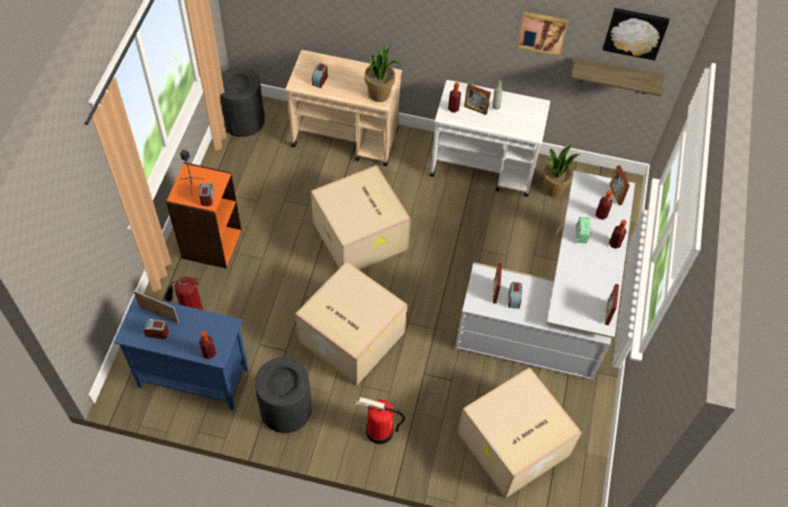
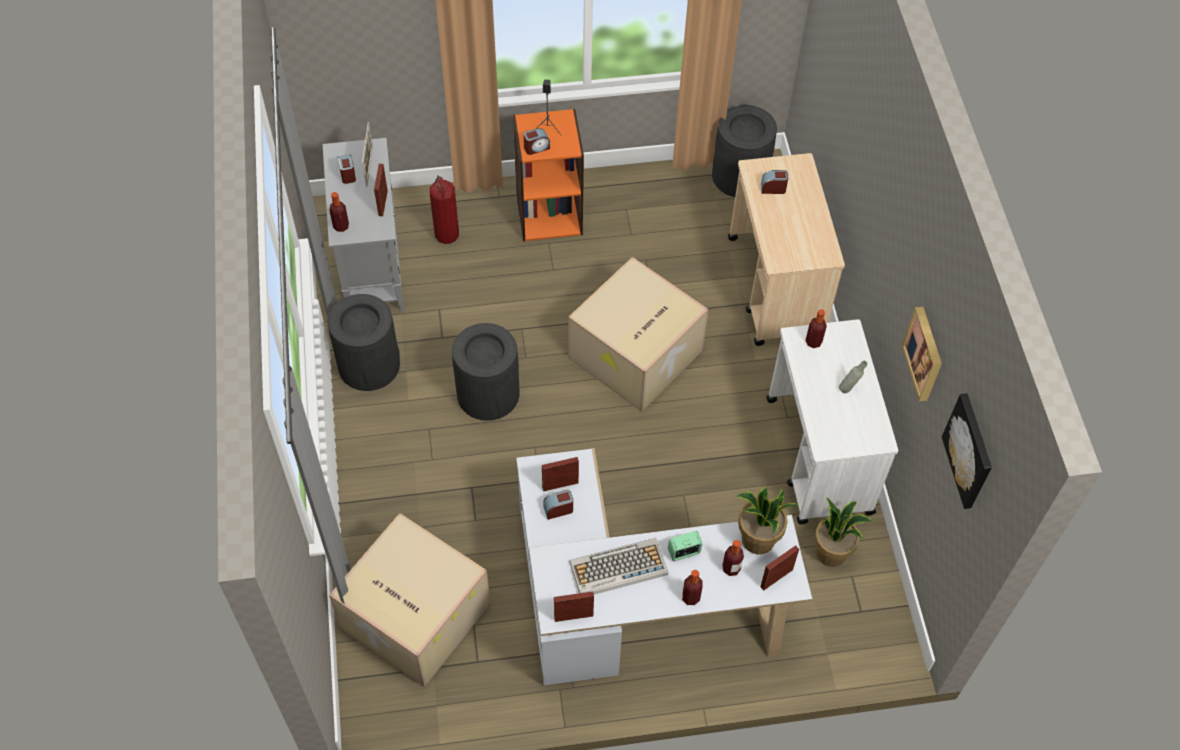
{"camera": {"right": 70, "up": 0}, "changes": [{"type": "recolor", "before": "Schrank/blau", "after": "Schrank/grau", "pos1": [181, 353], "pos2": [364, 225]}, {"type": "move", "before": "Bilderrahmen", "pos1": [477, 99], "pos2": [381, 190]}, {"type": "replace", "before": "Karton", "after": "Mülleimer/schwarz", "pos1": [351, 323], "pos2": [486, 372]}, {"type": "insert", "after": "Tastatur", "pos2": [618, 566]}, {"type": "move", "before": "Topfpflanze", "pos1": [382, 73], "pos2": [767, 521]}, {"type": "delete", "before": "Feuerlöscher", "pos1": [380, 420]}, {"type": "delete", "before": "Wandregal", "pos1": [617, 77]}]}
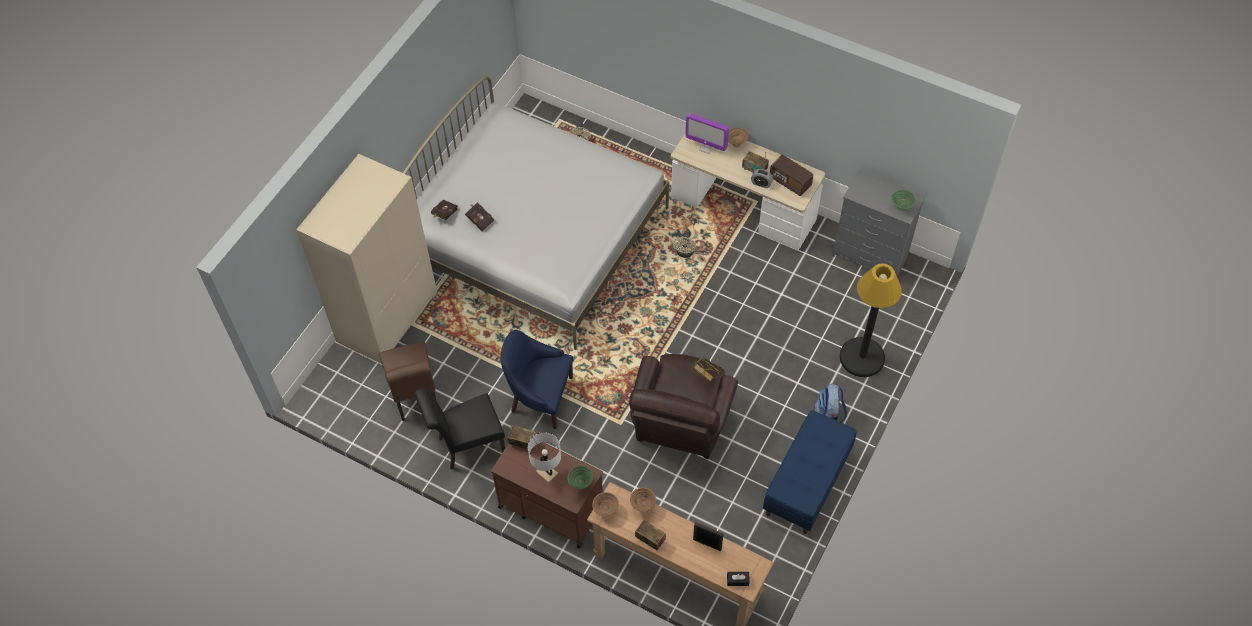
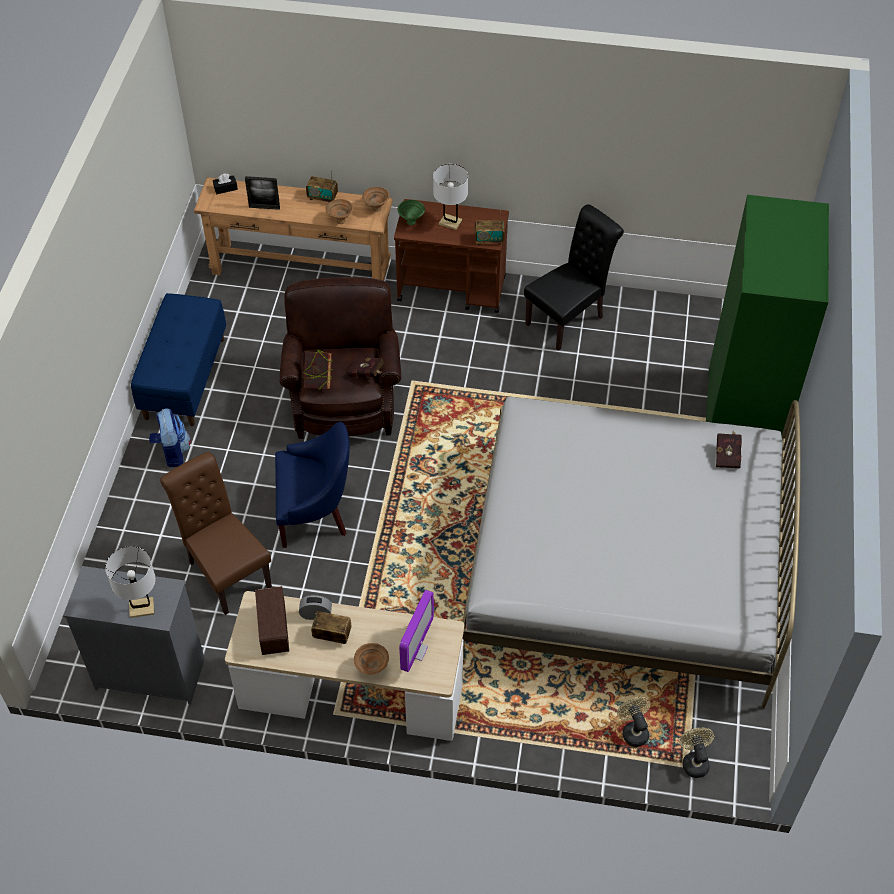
{"camera": {"right": 160, "up": -5}, "changes": [{"type": "insert", "after": "Tischlampe/weiß", "pos2": [130, 582]}, {"type": "move", "before": "Stuhl/braun", "pos1": [407, 381], "pos2": [216, 533]}, {"type": "rotate", "before": "Radio", "pos1": [791, 175], "pos2": [272, 620], "turn": -120}, {"type": "move", "before": "Sessel/blau", "pos1": [537, 379], "pos2": [312, 485]}, {"type": "move", "before": "Buch/rot", "pos1": [479, 217], "pos2": [365, 367]}, {"type": "rotate", "before": "Monitor", "pos1": [707, 133], "pos2": [416, 631], "turn": 105}, {"type": "move", "before": "Ventilator/beige", "pos1": [684, 244], "pos2": [696, 753]}, {"type": "recolor", "before": "Kleiderschrank/beige", "after": "Kleiderschrank/grün", "pos1": [366, 259], "pos2": [767, 315]}, {"type": "delete", "before": "Stehlampe/schwarz", "pos1": [871, 320]}, {"type": "delete", "before": "Schüssel/grün", "pos1": [903, 200]}]}
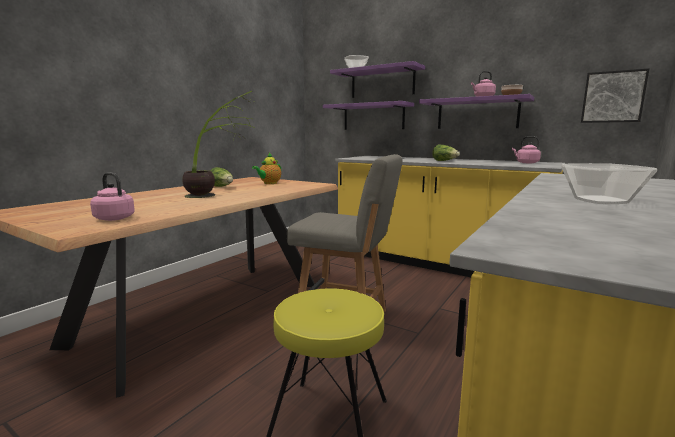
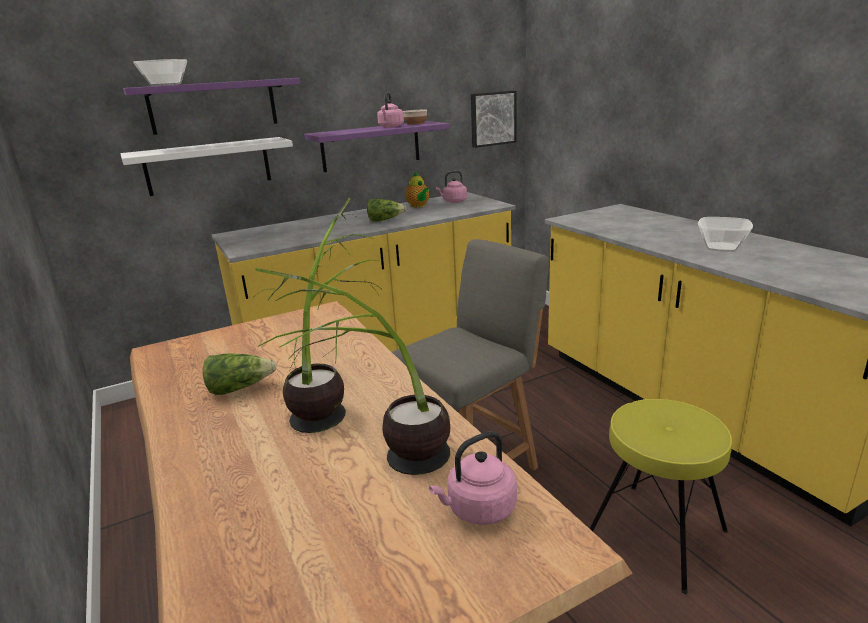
{"camera": {"right": -60, "up": 10}, "changes": [{"type": "recolor", "before": "Wandregal/lila", "after": "Wandregal/weiß", "pos1": [368, 115], "pos2": [206, 166]}, {"type": "insert", "after": "Topfpflanze", "pos2": [352, 371]}, {"type": "move", "before": "Teekanne", "pos1": [266, 168], "pos2": [417, 189]}]}
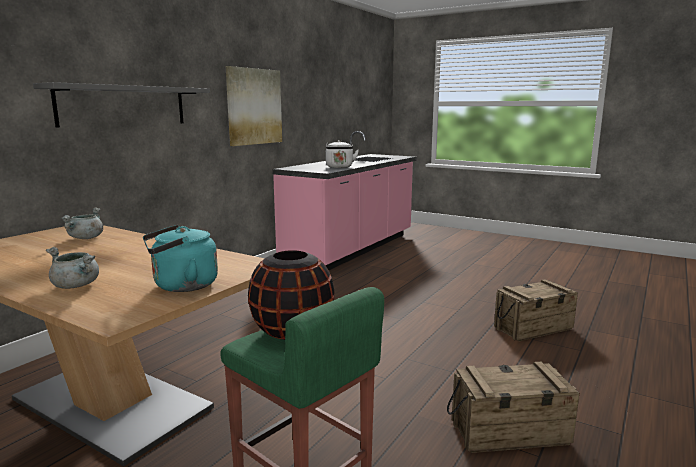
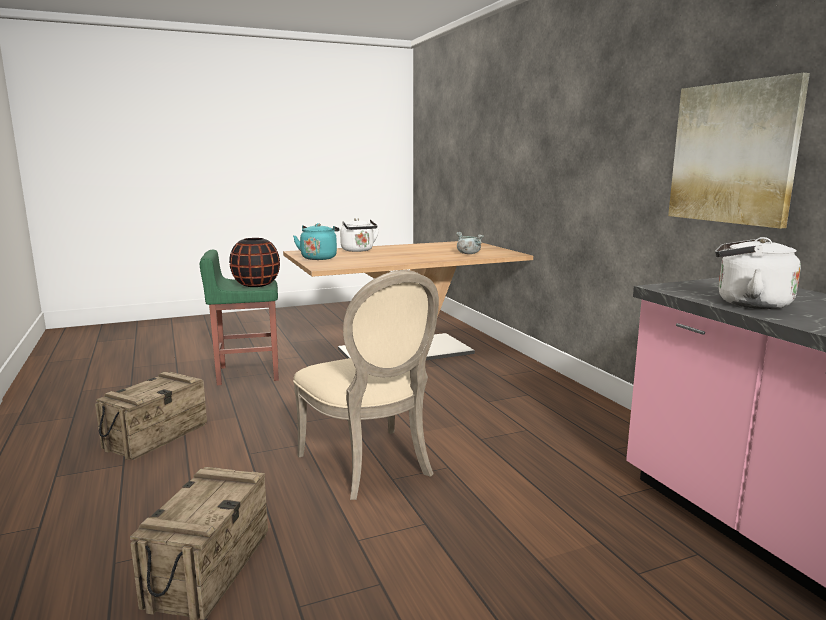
{"camera": {"right": 125, "up": 0}, "changes": [{"type": "insert", "after": "Stuhl/beige", "pos2": [366, 385]}, {"type": "replace", "before": "Kochtopf/grau", "after": "Wasserkessel/weiß", "pos1": [72, 268], "pos2": [359, 235]}, {"type": "delete", "before": "Wandregal/grau", "pos1": [121, 105]}]}
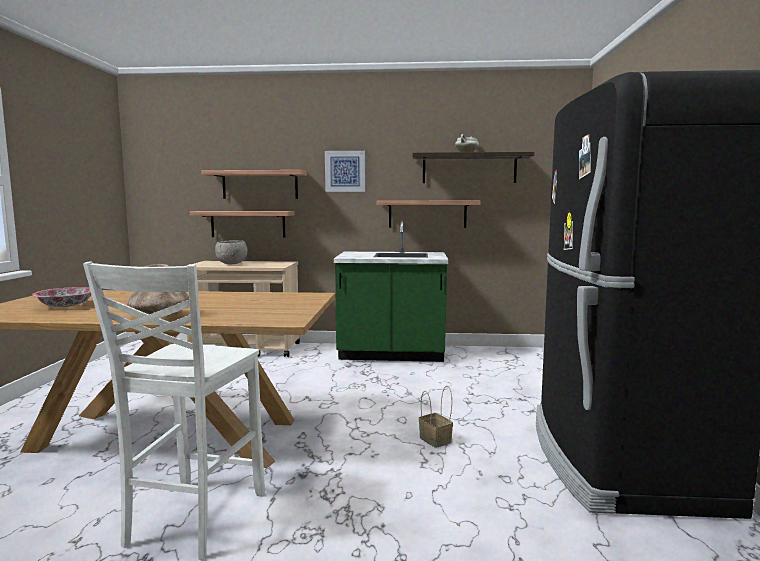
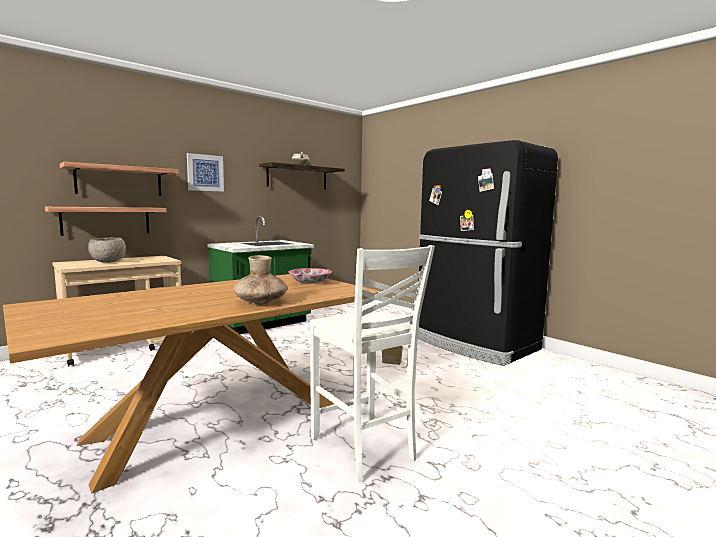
{"camera": {"right": -45, "up": 0}, "changes": [{"type": "move", "before": "Schüssel", "pos1": [61, 297], "pos2": [310, 276]}, {"type": "delete", "before": "Wandregal", "pos1": [429, 214]}]}
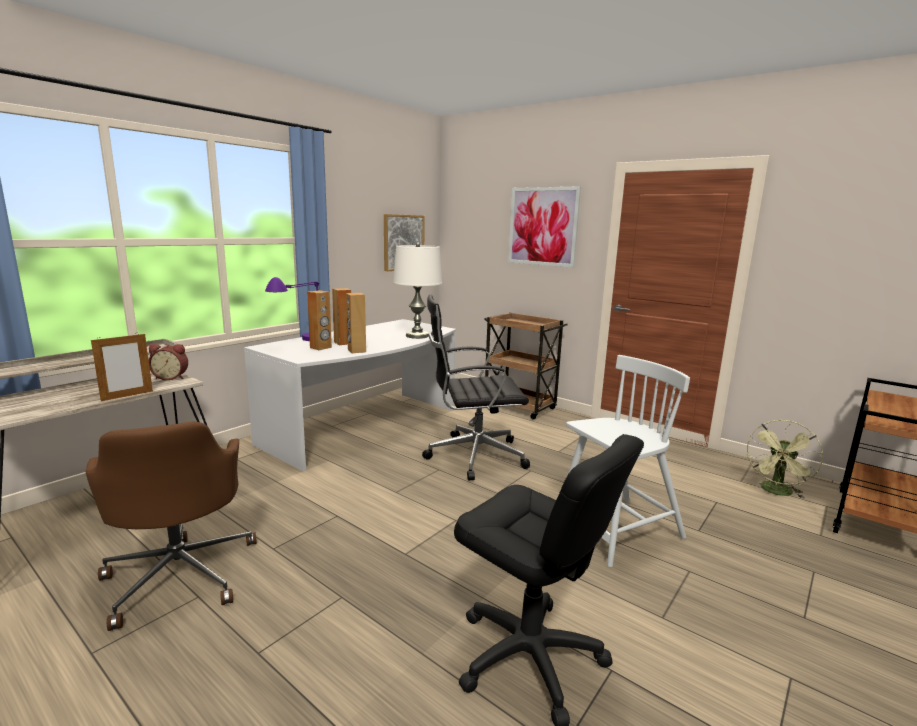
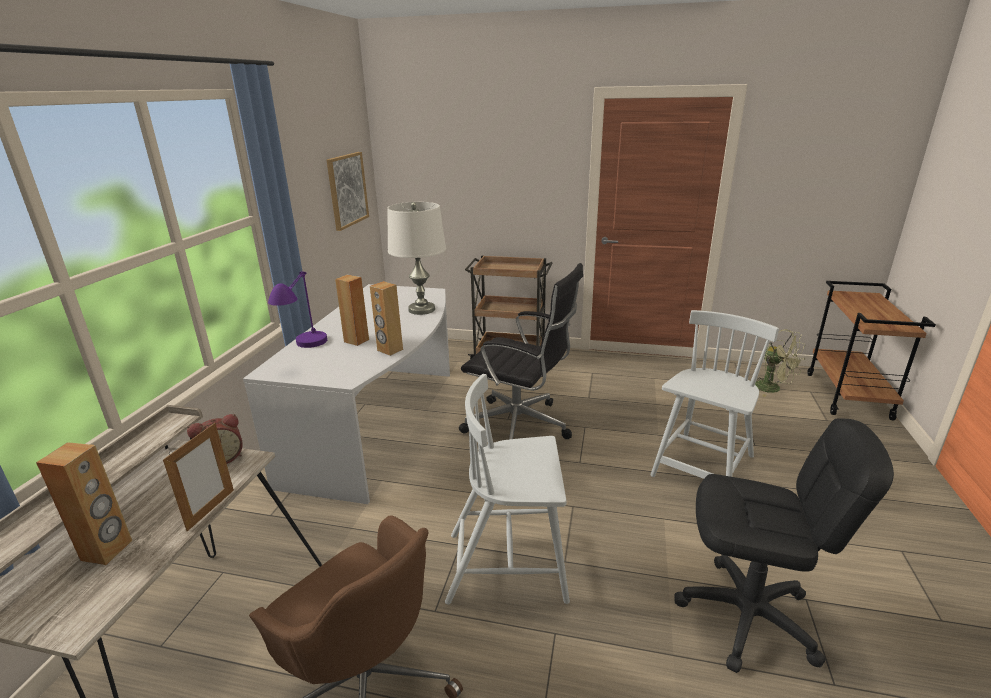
{"camera": {"right": -25, "up": 10}, "changes": [{"type": "move", "before": "Lautsprecher/braun", "pos1": [319, 320], "pos2": [84, 503]}, {"type": "insert", "after": "Stuhl/weiß", "pos2": [507, 489]}, {"type": "rotate", "before": "Bürostuhl/schwarz", "pos1": [476, 387], "pos2": [521, 351], "turn": -120}, {"type": "rotate", "before": "Ventilator/grün", "pos1": [784, 459], "pos2": [780, 363], "turn": -45}, {"type": "delete", "before": "Bild", "pos1": [544, 227]}]}
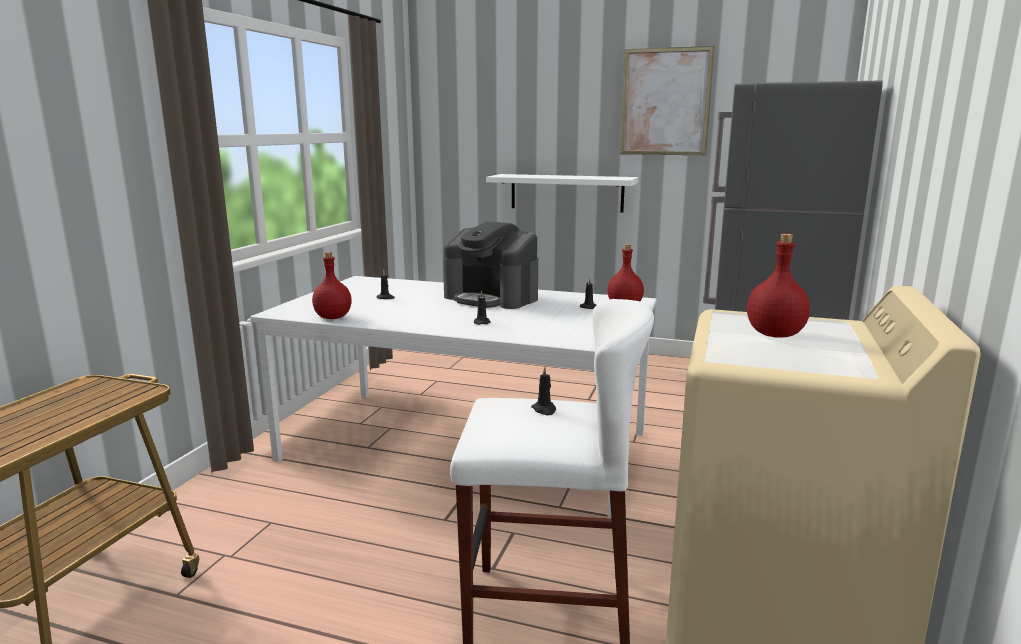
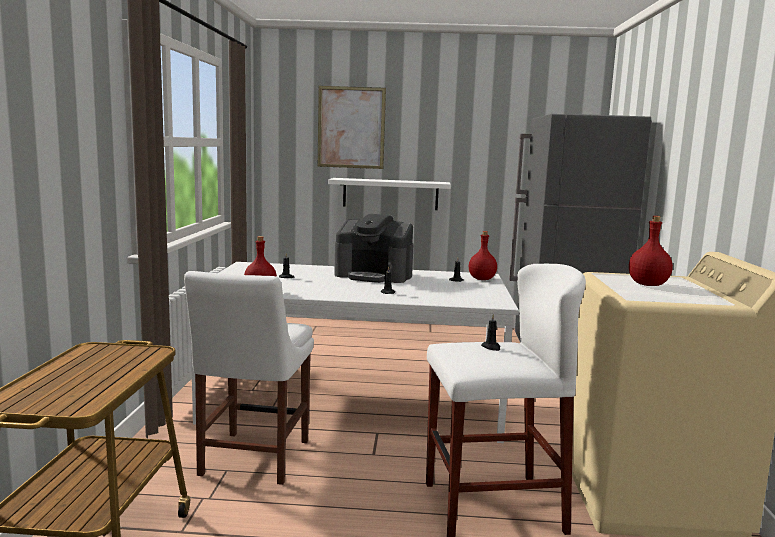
{"camera": {"right": -15, "up": -5}, "changes": [{"type": "insert", "after": "Stuhl/weiß", "pos2": [249, 378]}, {"type": "move", "before": "Bild", "pos1": [667, 100], "pos2": [352, 127]}]}
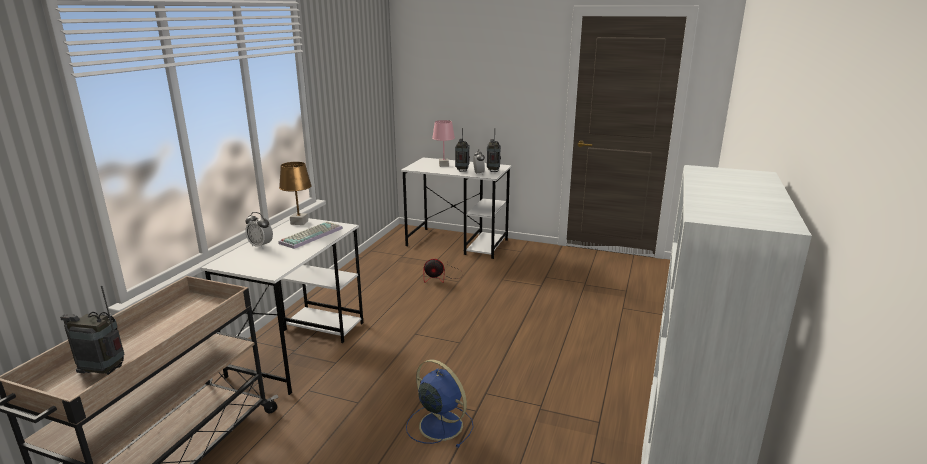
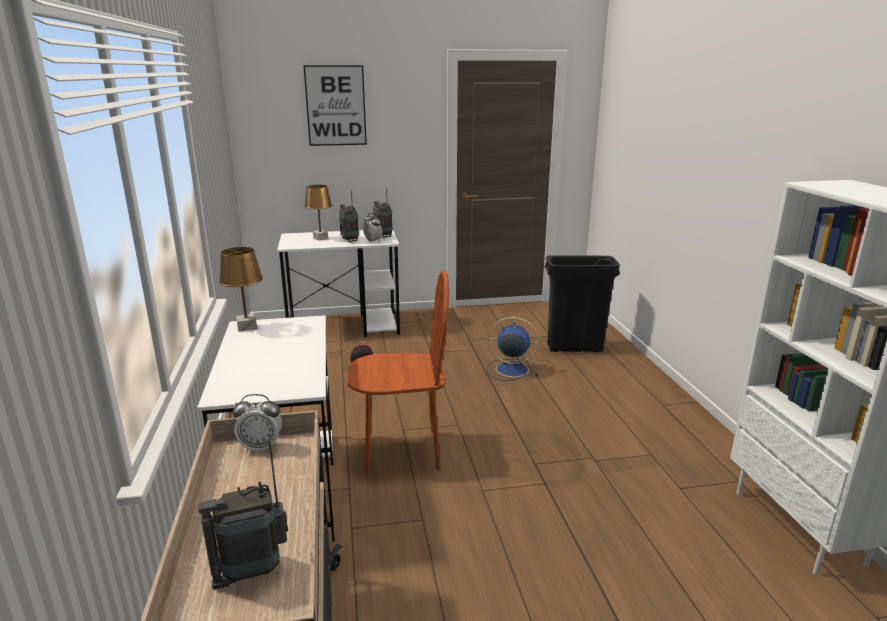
{"camera": {"right": -30, "up": 0}, "changes": [{"type": "move", "before": "Wecker", "pos1": [259, 230], "pos2": [257, 423]}, {"type": "insert", "after": "Bild", "pos2": [335, 105]}, {"type": "recolor", "before": "Tischlampe/rosa", "after": "Tischlampe/braun", "pos1": [443, 143], "pos2": [318, 213]}, {"type": "insert", "after": "Stuhl/braun", "pos2": [398, 371]}, {"type": "move", "before": "Ventilator/blau", "pos1": [440, 403], "pos2": [513, 349]}, {"type": "insert", "after": "Mülleimer/schwarz", "pos2": [582, 303]}, {"type": "delete", "before": "Tastatur", "pos1": [310, 235]}]}
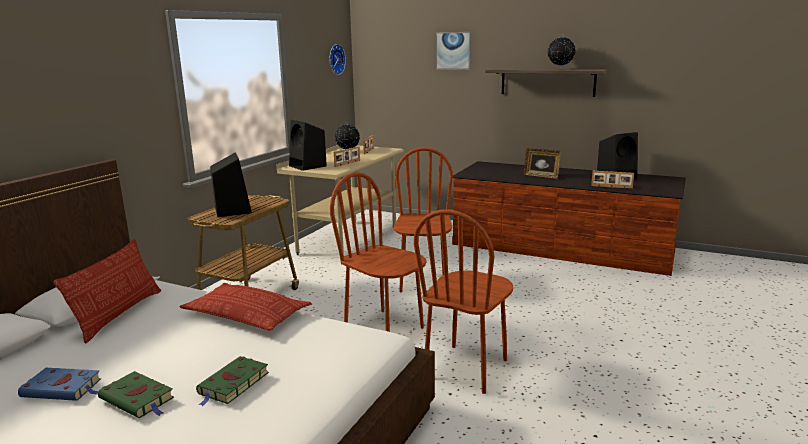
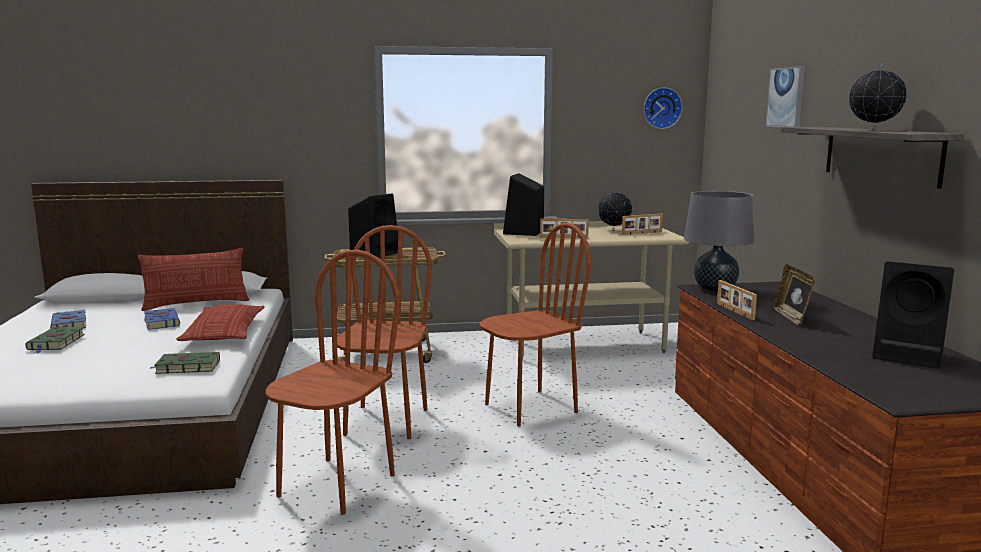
{"camera": {"right": 55, "up": -5}, "changes": [{"type": "insert", "after": "Buch/blau", "pos2": [162, 319]}, {"type": "move", "before": "Buch/grün", "pos1": [232, 381], "pos2": [184, 363]}, {"type": "rotate", "before": "Stuhl/braun", "pos1": [463, 301], "pos2": [333, 382], "turn": 120}, {"type": "insert", "after": "Tischlampe/grau", "pos2": [719, 241]}, {"type": "move", "before": "Bilderrahmen", "pos1": [612, 180], "pos2": [737, 300]}]}
